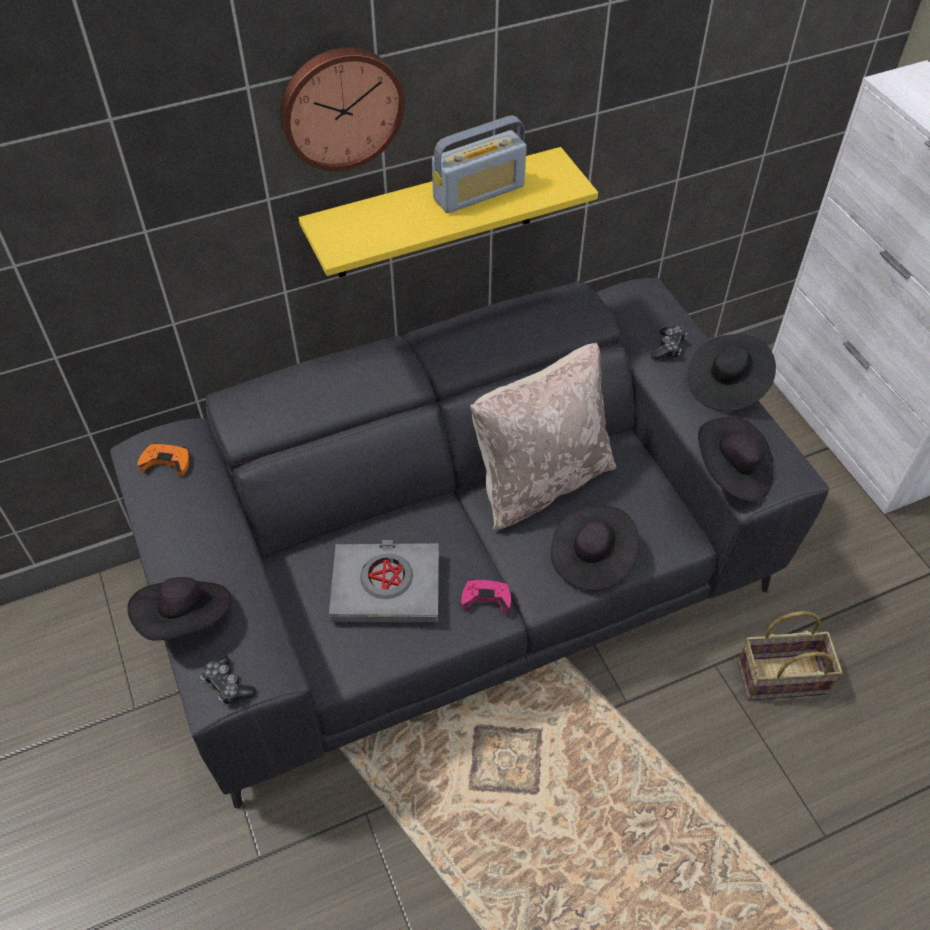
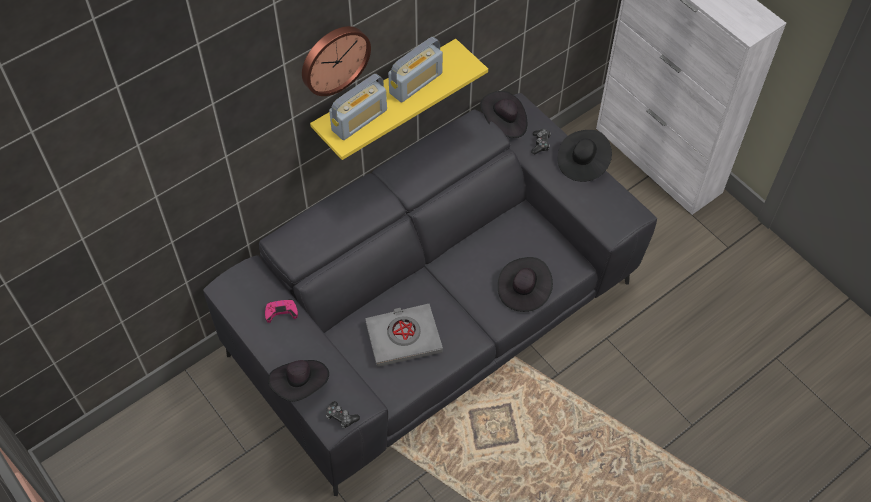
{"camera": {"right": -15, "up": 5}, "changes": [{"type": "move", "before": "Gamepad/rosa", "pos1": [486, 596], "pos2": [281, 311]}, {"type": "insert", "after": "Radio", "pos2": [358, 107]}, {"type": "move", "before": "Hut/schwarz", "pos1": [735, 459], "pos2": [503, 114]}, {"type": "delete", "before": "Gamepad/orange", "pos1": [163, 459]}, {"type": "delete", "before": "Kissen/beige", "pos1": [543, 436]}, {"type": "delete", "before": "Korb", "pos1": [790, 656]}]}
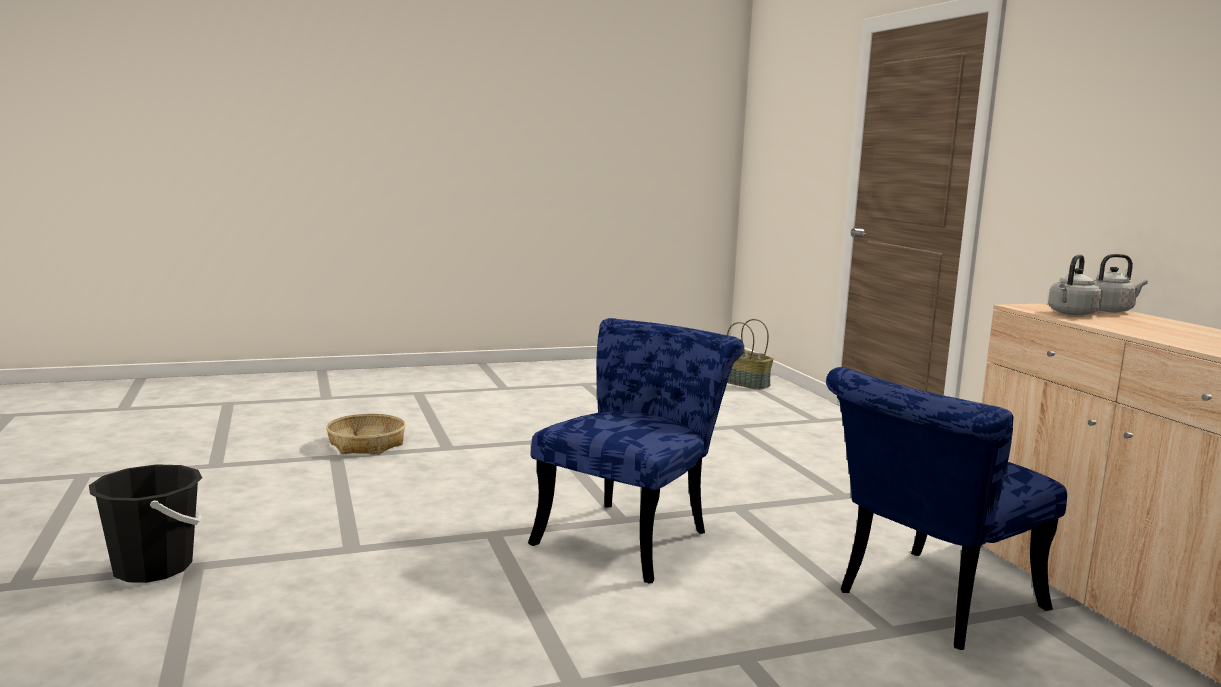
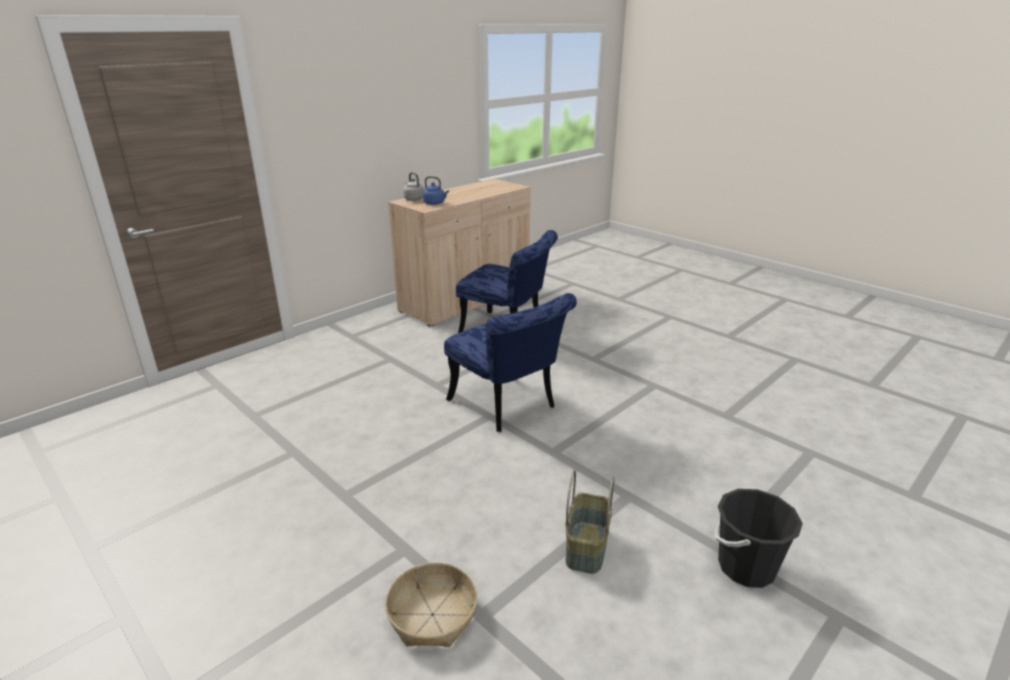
{"camera": {"right": -115, "up": 15}, "changes": [{"type": "recolor", "before": "Wasserkessel/grau", "after": "Wasserkessel/blau", "pos1": [1075, 285], "pos2": [436, 190]}, {"type": "rotate", "before": "Stuhl/blau", "pos1": [636, 451], "pos2": [510, 362], "turn": -135}, {"type": "move", "before": "Korb", "pos1": [750, 354], "pos2": [589, 522]}]}
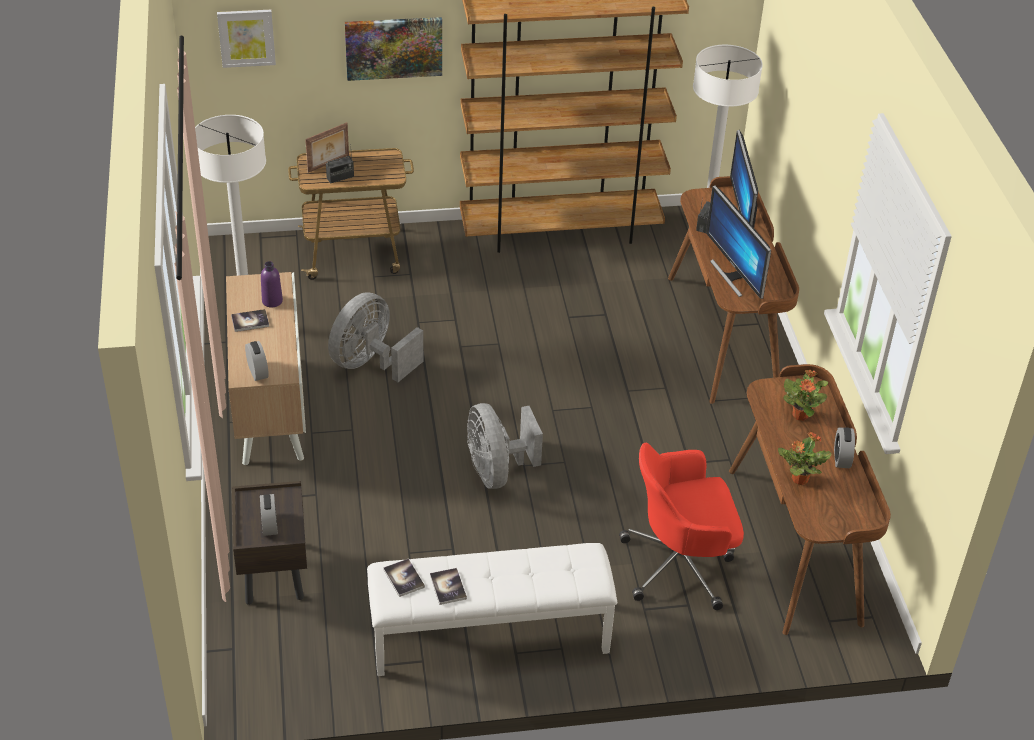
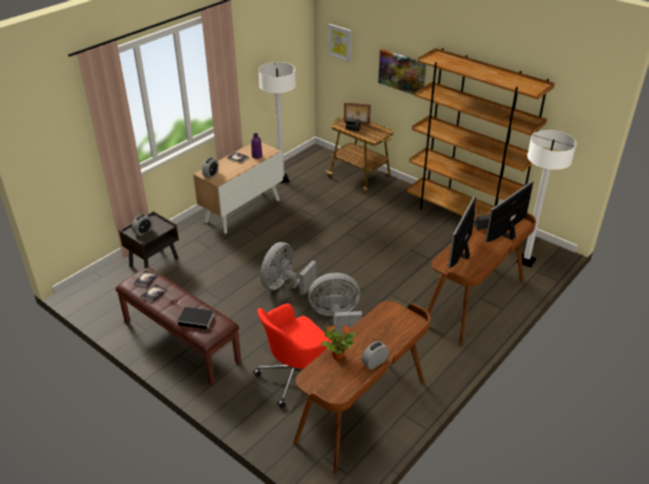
{"camera": {"right": 50, "up": -5}, "changes": [{"type": "recolor", "before": "Bank/weiß", "after": "Bank/braun", "pos1": [492, 609], "pos2": [178, 326]}, {"type": "insert", "after": "Buch", "pos2": [195, 318]}, {"type": "rotate", "before": "Bürostuhl/rot", "pos1": [681, 526], "pos2": [292, 355], "turn": -75}, {"type": "move", "before": "Ventilator/grau", "pos1": [376, 337], "pos2": [335, 304]}, {"type": "delete", "before": "Topfpflanze", "pos1": [805, 395]}]}
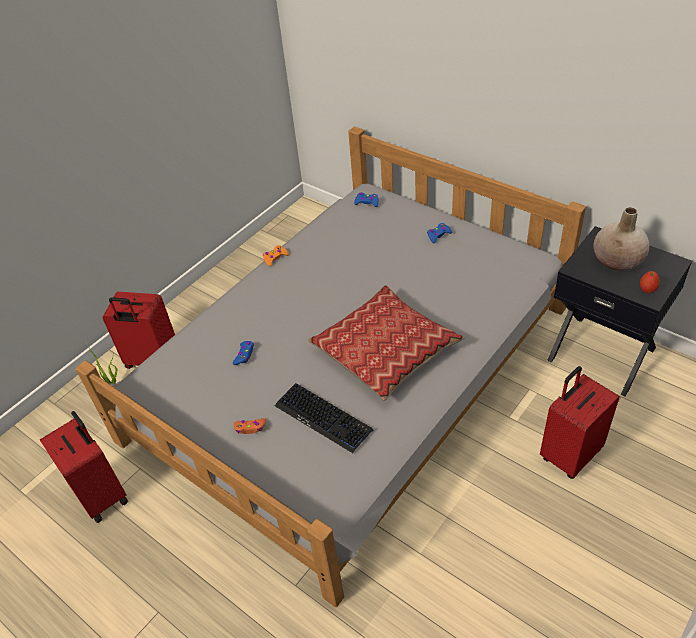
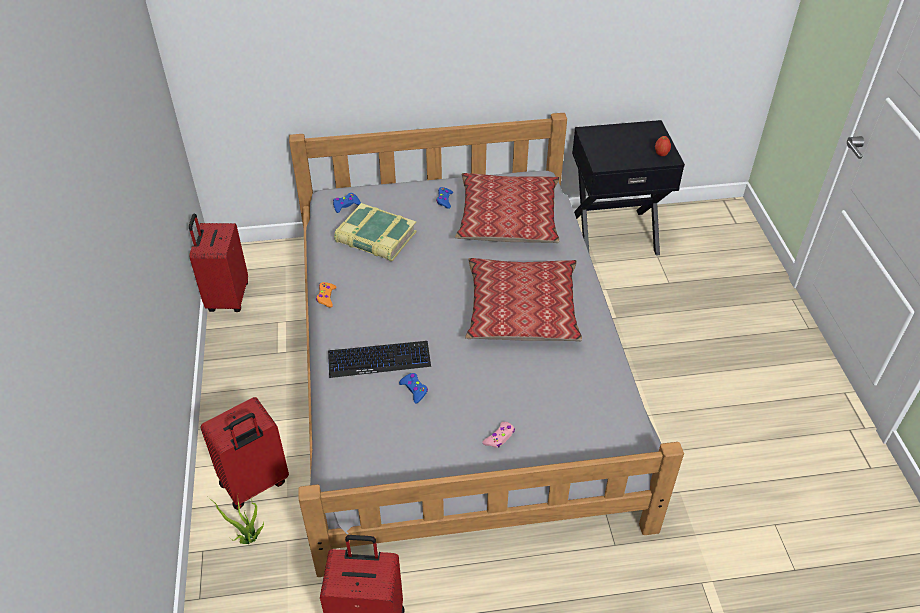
{"camera": {"right": -50, "up": 0}, "changes": [{"type": "move", "before": "Koffer/rot", "pos1": [580, 422], "pos2": [218, 263]}, {"type": "move", "before": "Tastatur", "pos1": [324, 418], "pos2": [379, 359]}, {"type": "insert", "after": "Buch", "pos2": [375, 232]}, {"type": "insert", "after": "Kissen", "pos2": [507, 208]}, {"type": "recolor", "before": "Gamepad/orange", "after": "Gamepad/rosa", "pos1": [250, 426], "pos2": [498, 435]}, {"type": "delete", "before": "Vase/beige", "pos1": [621, 239]}]}
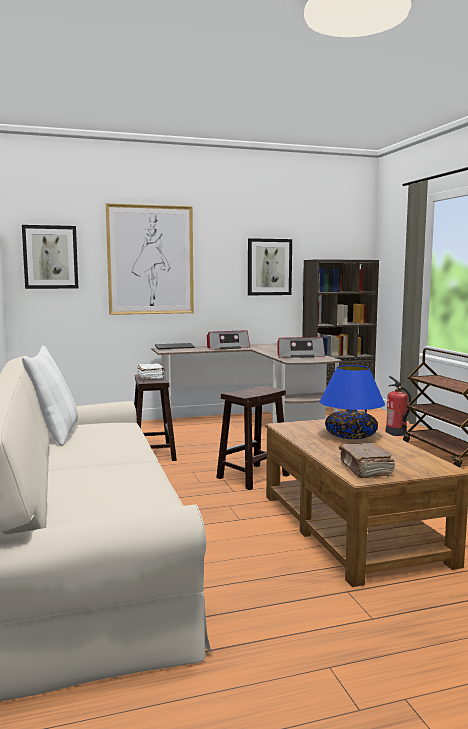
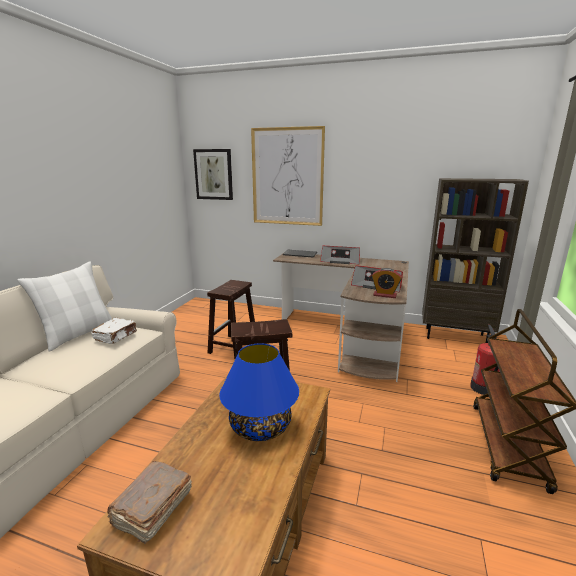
{"camera": {"right": 35, "up": 10}, "changes": [{"type": "move", "before": "Buch/weiß", "pos1": [151, 371], "pos2": [114, 331]}, {"type": "insert", "after": "Wecker", "pos2": [387, 283]}, {"type": "delete", "before": "Bild", "pos1": [270, 266]}]}
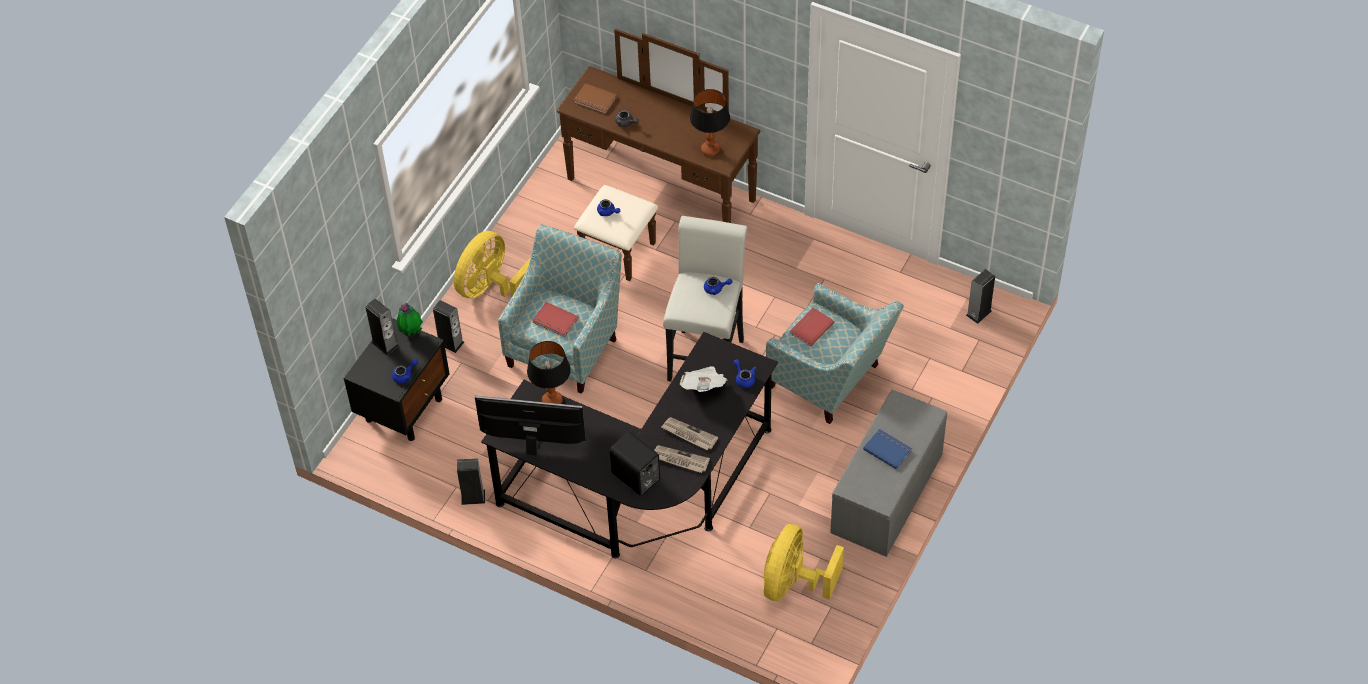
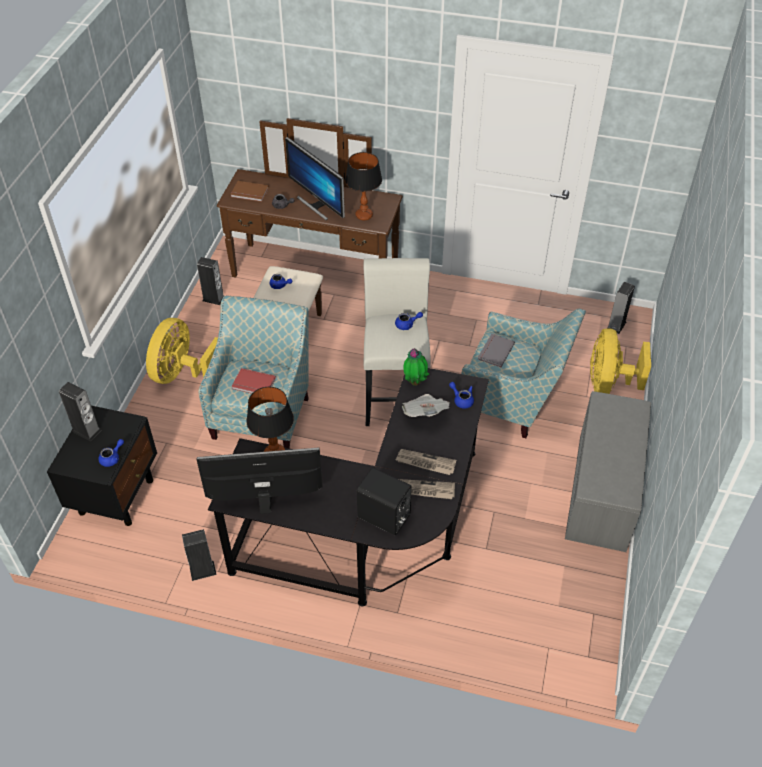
{"camera": {"right": -15, "up": -5}, "changes": [{"type": "move", "before": "Lautsprecher", "pos1": [448, 326], "pos2": [210, 281]}, {"type": "insert", "after": "Monitor", "pos2": [315, 178]}, {"type": "move", "before": "Topfpflanze", "pos1": [410, 320], "pos2": [416, 367]}, {"type": "recolor", "before": "Buch/rot", "after": "Buch/grau", "pos1": [812, 327], "pos2": [496, 350]}, {"type": "move", "before": "Ventilator/gelb", "pos1": [804, 562], "pos2": [620, 361]}, {"type": "delete", "before": "Buch/blau", "pos1": [887, 449]}]}
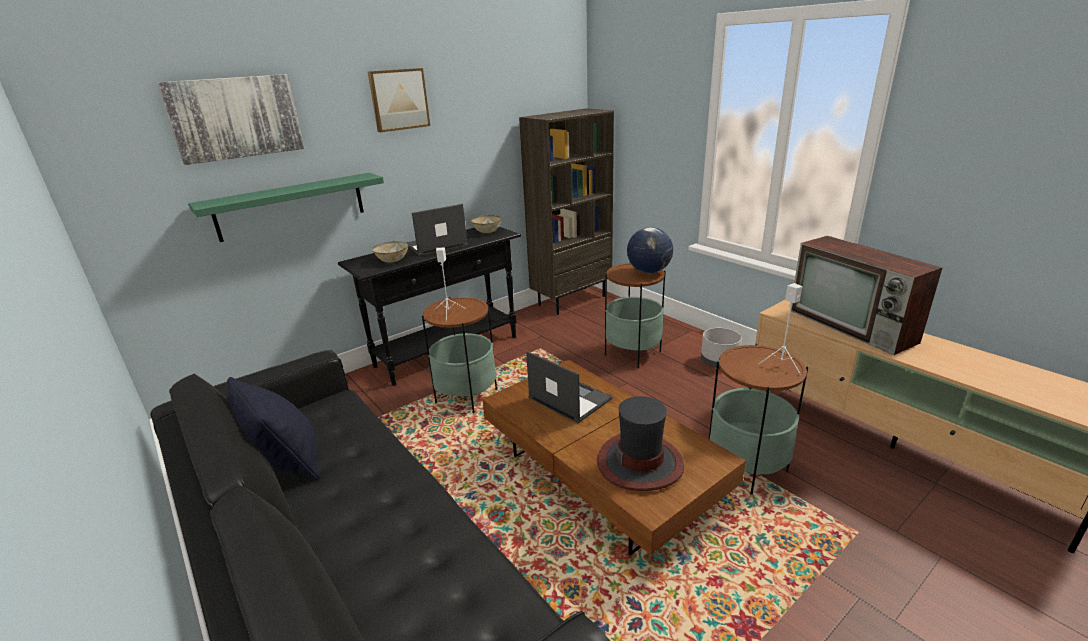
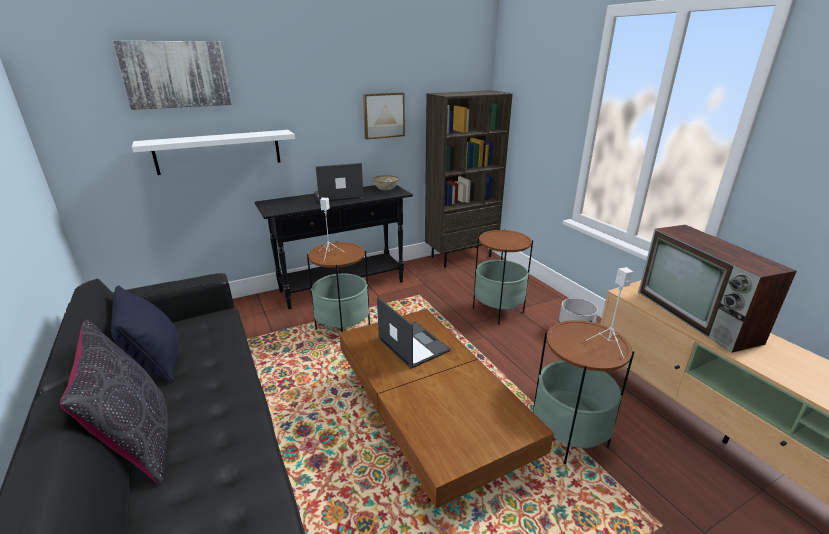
{"camera": {"right": 10, "up": 0}, "changes": [{"type": "insert", "after": "Kissen/schwarz", "pos2": [114, 402]}, {"type": "recolor", "before": "Wandregal/grün", "after": "Wandregal/weiß", "pos1": [286, 207], "pos2": [213, 152]}, {"type": "move", "before": "Bild", "pos1": [399, 100], "pos2": [384, 116]}, {"type": "delete", "before": "Schüssel", "pos1": [390, 252]}, {"type": "delete", "before": "Hut", "pos1": [640, 443]}, {"type": "delete", "before": "Globus", "pos1": [650, 250]}]}
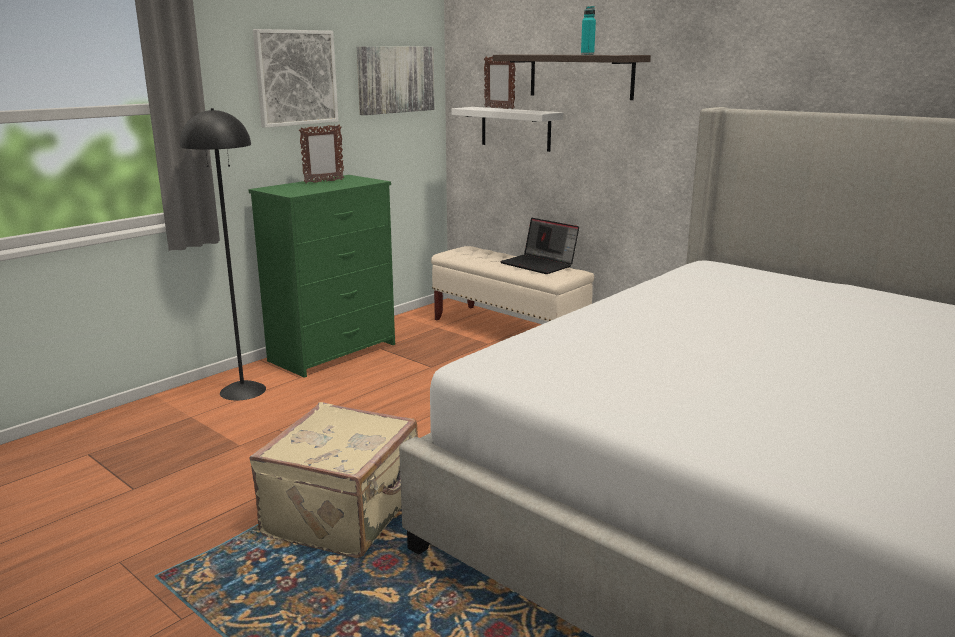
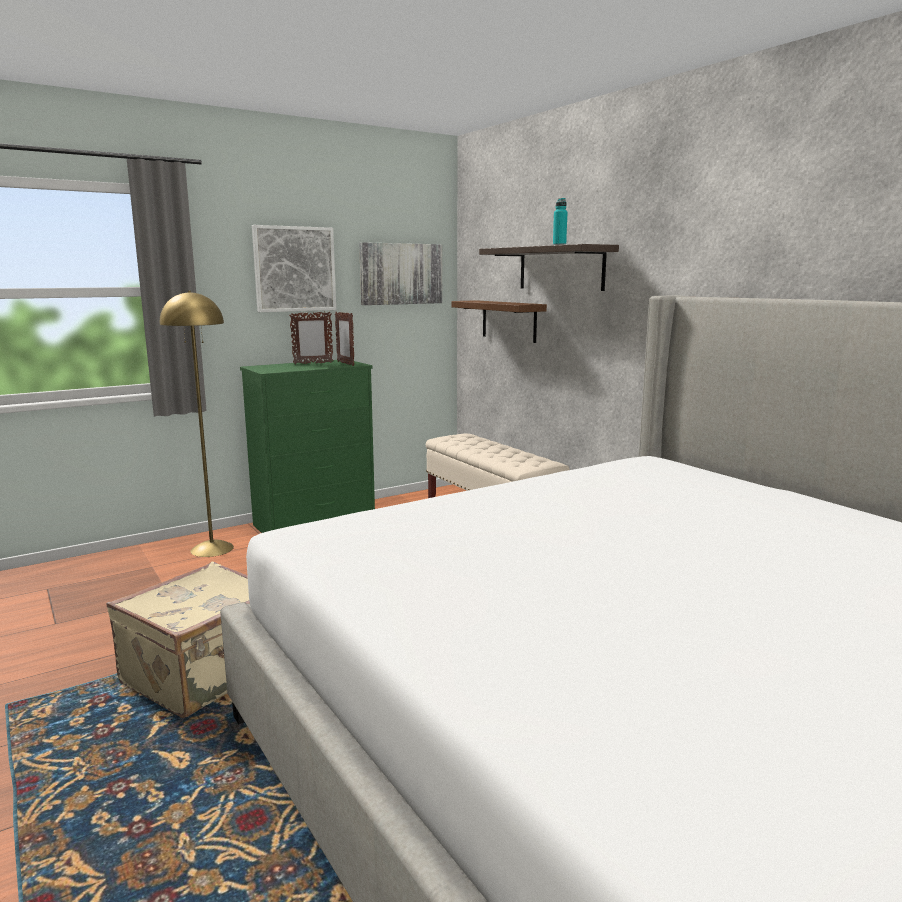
{"camera": {"right": 15, "up": -5}, "changes": [{"type": "recolor", "before": "Stehlampe/schwarz", "after": "Stehlampe/gelb", "pos1": [223, 254], "pos2": [197, 424]}, {"type": "move", "before": "Bilderrahmen", "pos1": [500, 83], "pos2": [345, 339]}, {"type": "recolor", "before": "Wandregal/weiß", "after": "Wandregal/braun", "pos1": [507, 129], "pos2": [499, 321]}, {"type": "delete", "before": "Laptop", "pos1": [539, 246]}]}
